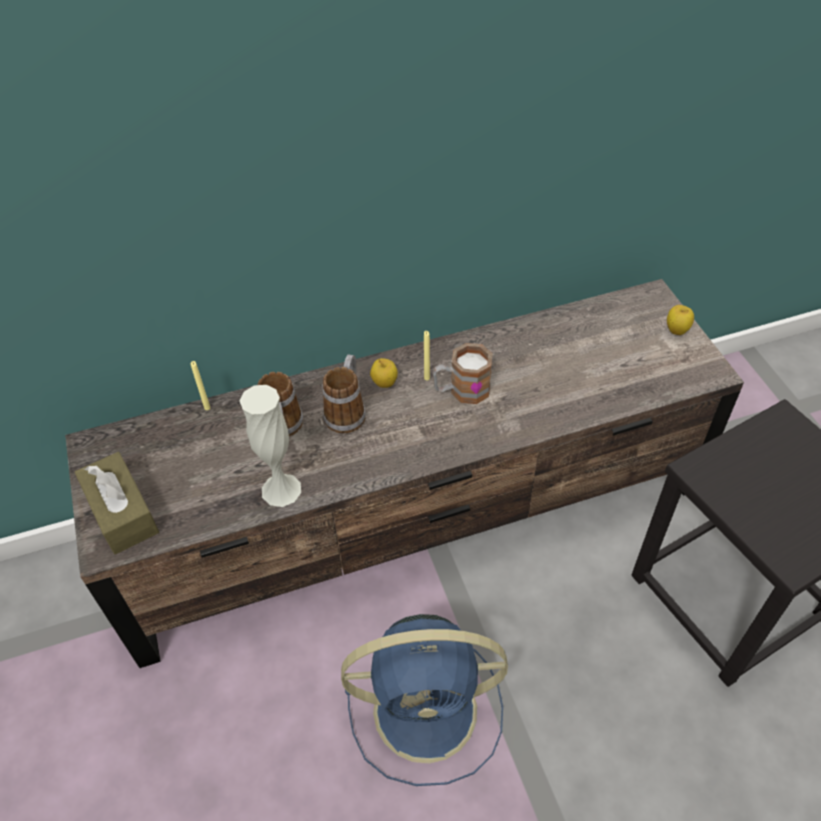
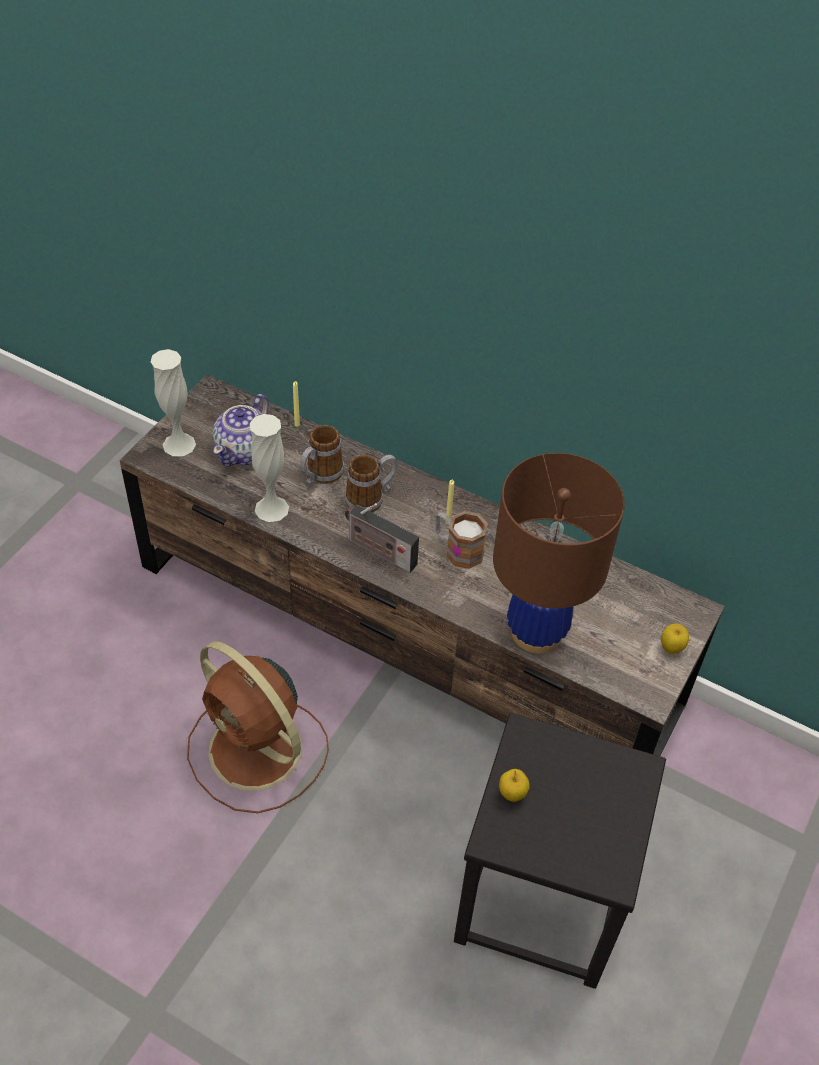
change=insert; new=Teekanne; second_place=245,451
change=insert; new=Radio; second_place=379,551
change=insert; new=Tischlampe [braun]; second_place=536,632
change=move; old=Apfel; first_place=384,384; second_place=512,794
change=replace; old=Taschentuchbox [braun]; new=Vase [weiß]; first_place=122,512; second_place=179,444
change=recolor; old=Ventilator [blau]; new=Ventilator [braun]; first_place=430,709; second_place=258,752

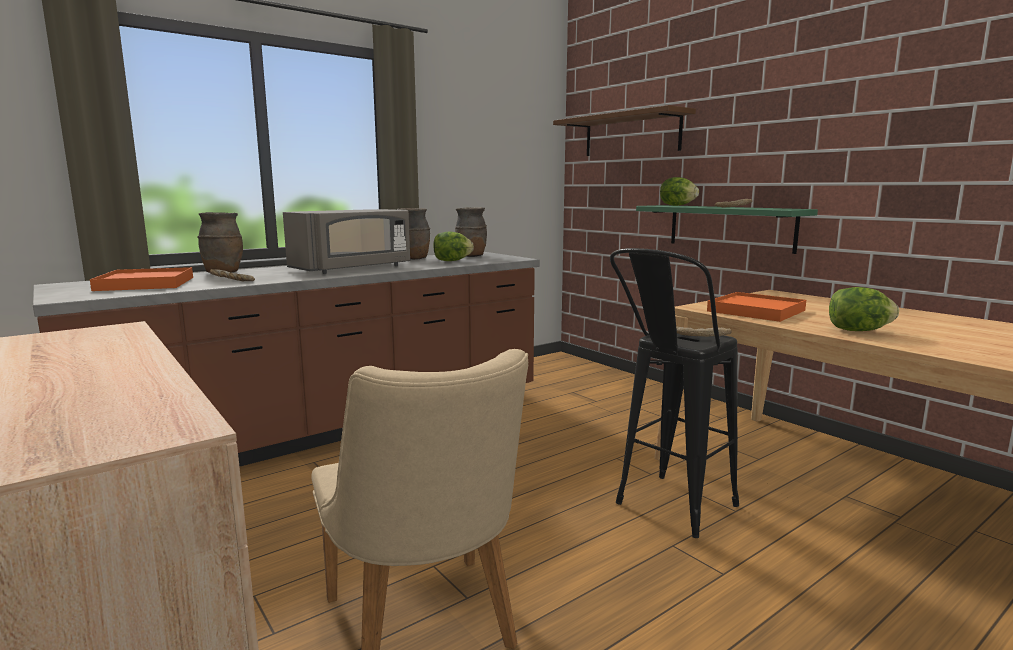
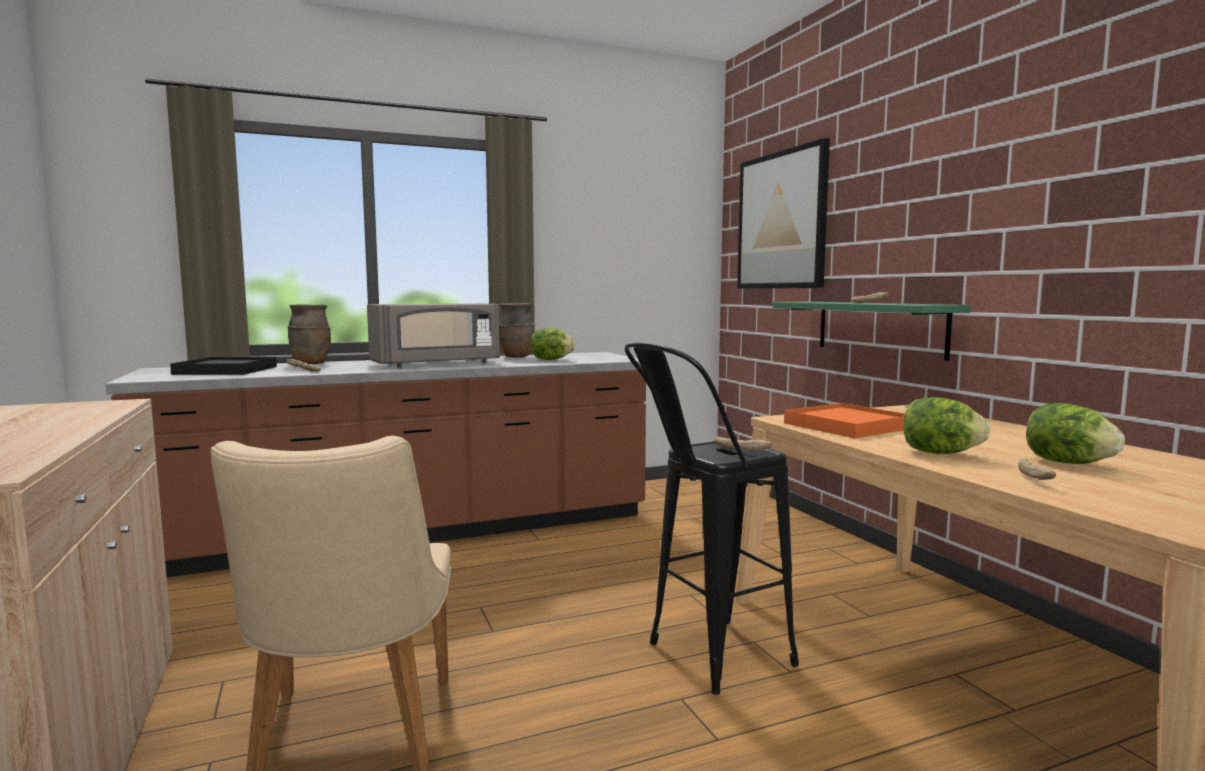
change=delete; old=Vase [braun]; first_place=471,256
change=insert; new=Brot; second_place=1035,478
change=move; old=Salatkopf; first_place=677,205; second_place=1068,463
change=replace; old=Wandregal [braun]; new=Bild; first_place=631,135; second_place=782,221
change=recolor; old=Tablett [orange]; new=Tablett [schwarz]; first_place=145,284; second_place=226,370

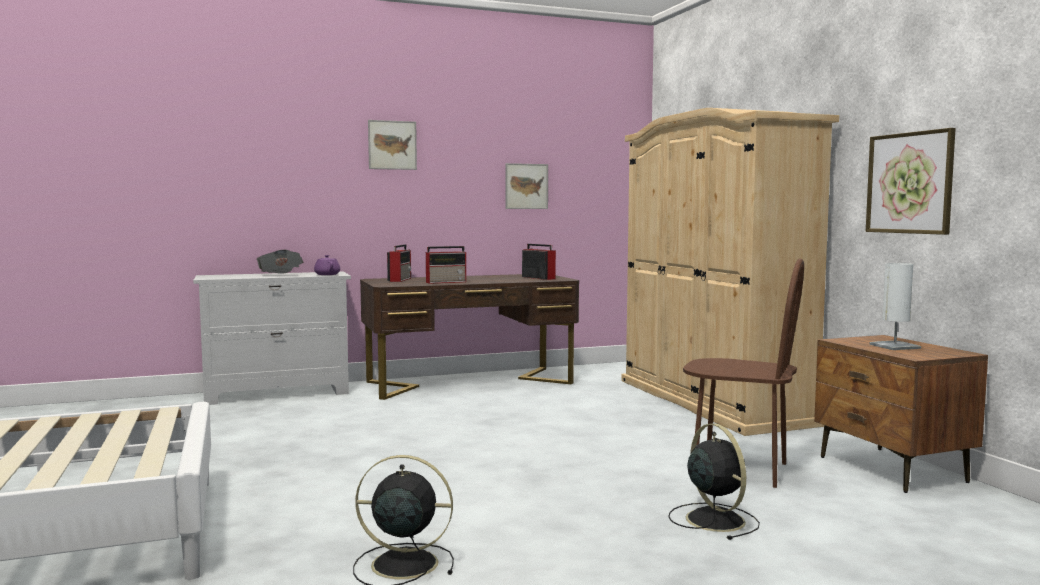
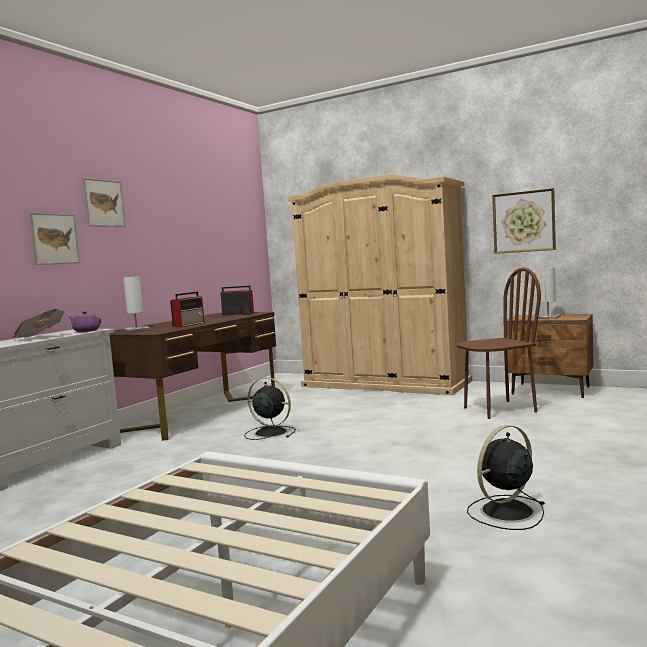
change=move; old=Bild; first_place=526,186; second_place=54,238
change=move; old=Ventilator [schwarz]; first_place=713,519; second_place=269,433
change=replace; old=Radio; new=Tischlampe [weiß]; first_place=400,279; second_place=136,329

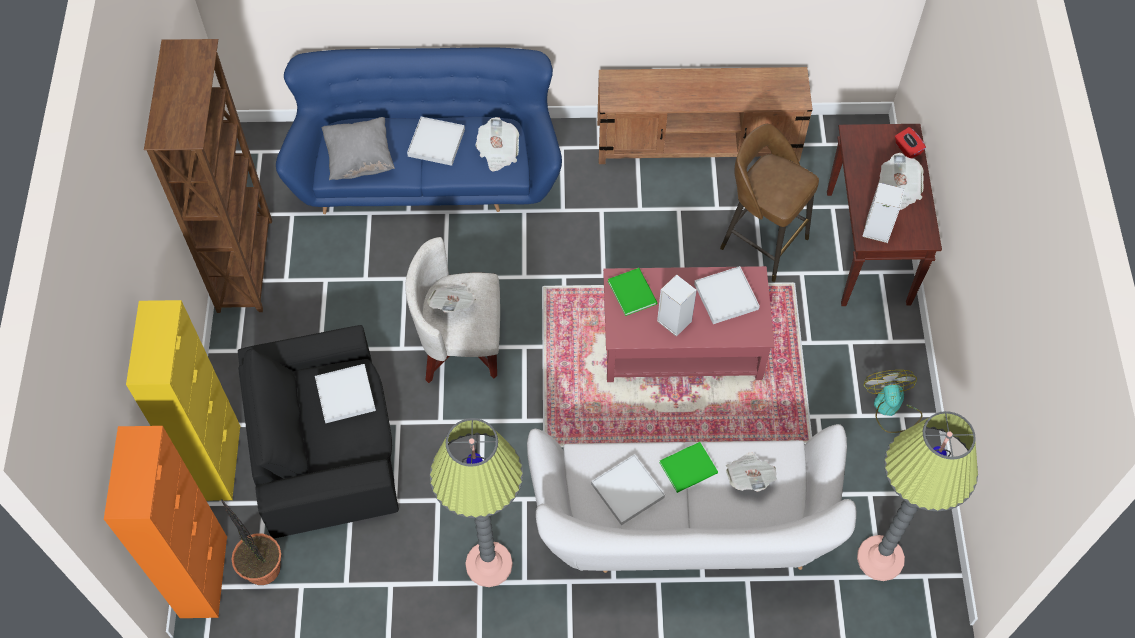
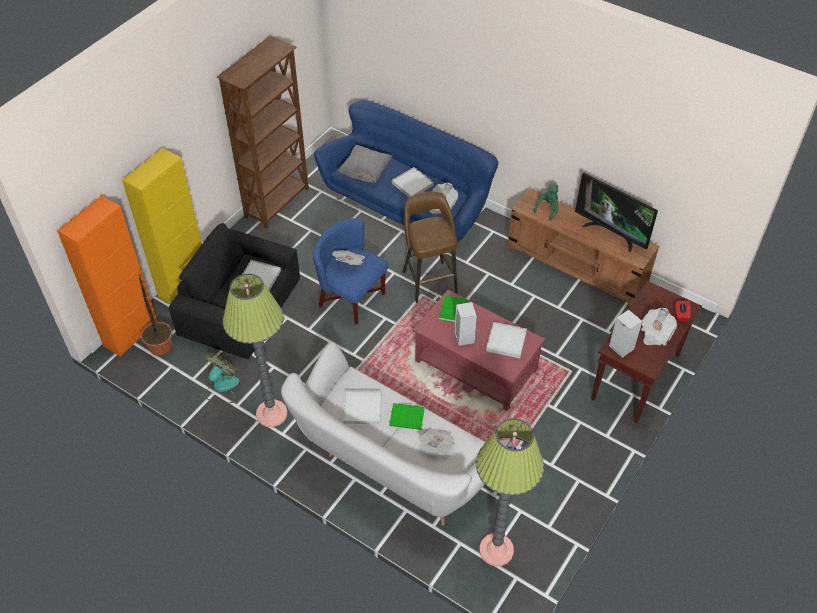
change=insert; new=Plüschtier [grün]; second_place=547,209
change=insert; new=Fernseher; second_place=611,233
change=move; old=Hocker [braun]; first_place=761,241; second_place=429,280
change=move; old=Ventilator; first_place=891,408; second_place=222,388
change=recolor; old=Sessel [weiß]; new=Sessel [blau]; first_place=460,345; second_place=352,298

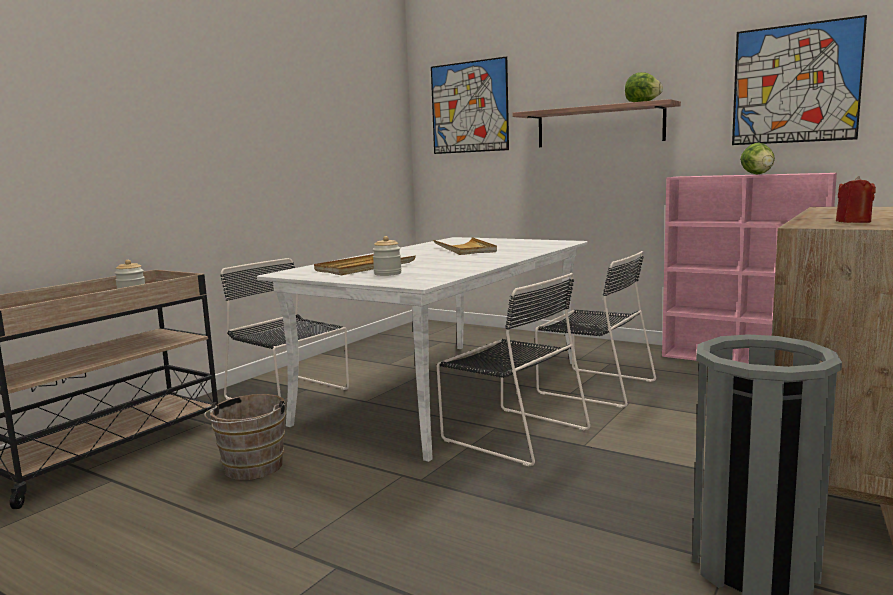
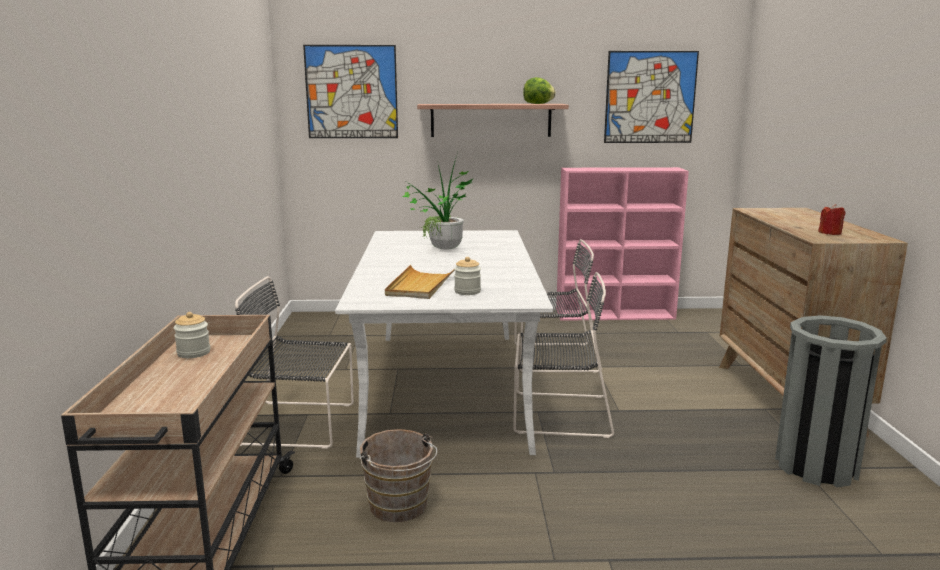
change=delete; old=Salatkopf; first_place=757,174
change=replace; old=Tablett [beige]; new=Topfpflanze; first_place=465,249; second_place=443,250

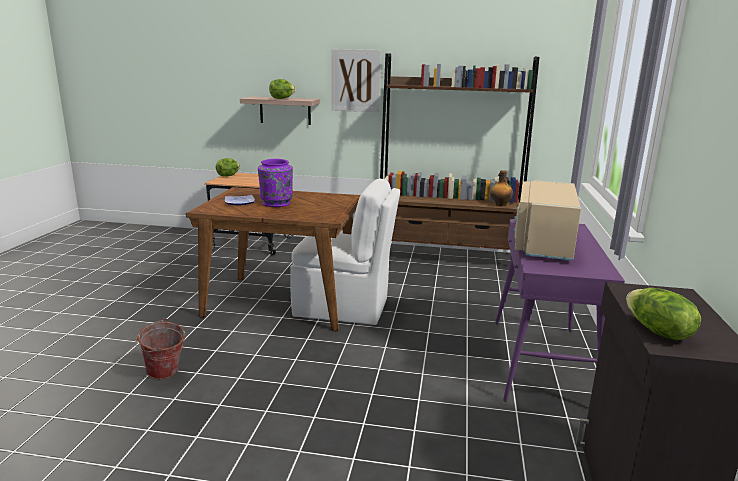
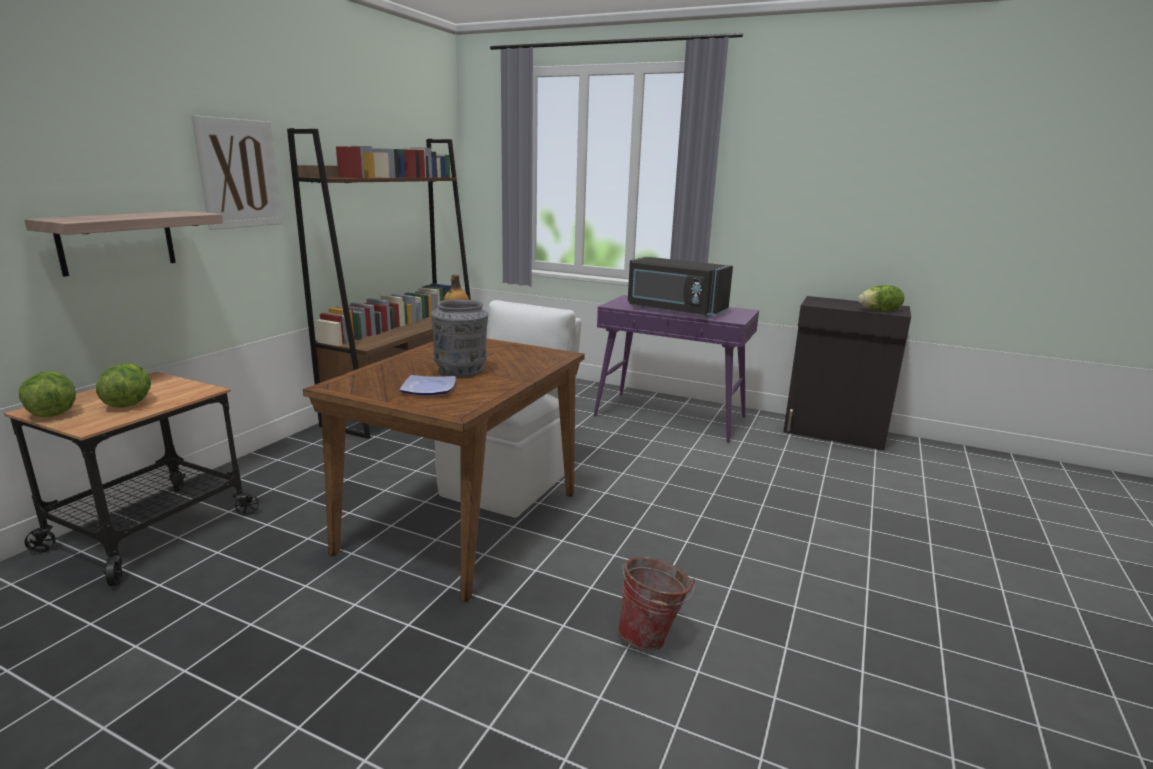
change=move; old=Salatkopf; first_place=281,98; second_place=129,403
change=recolor; old=Vase [lila]; new=Vase [grau]; first_place=276,204; second_place=461,370
change=recolor; old=Mikrowelle [beige]; new=Mikrowelle [schwarz]; first_place=541,243; second_place=674,310

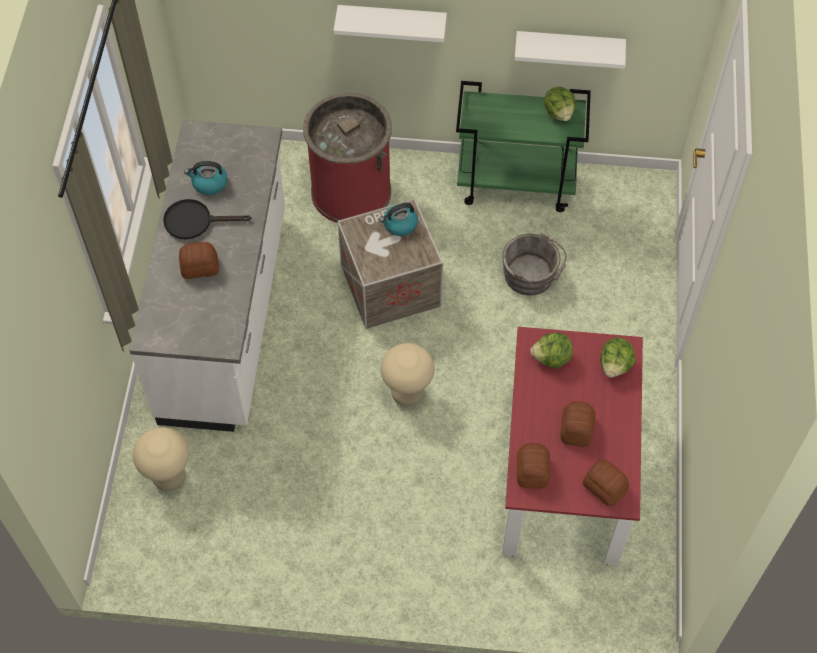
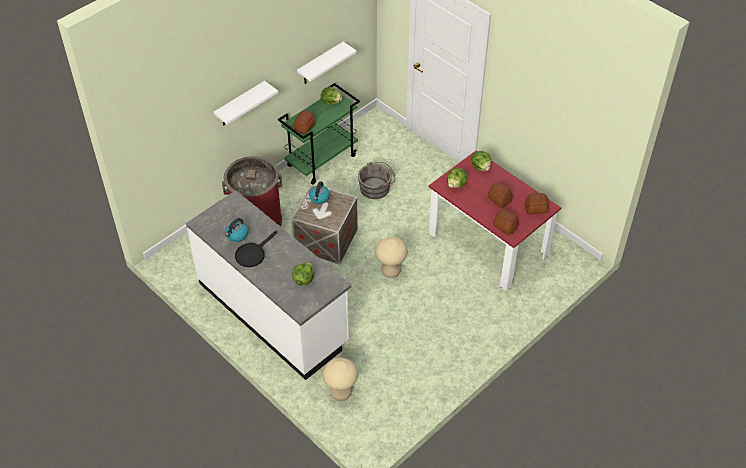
change=insert; new=Salatkopf; second_place=303,279
change=move; old=Brot; first_place=199,266; second_place=304,127

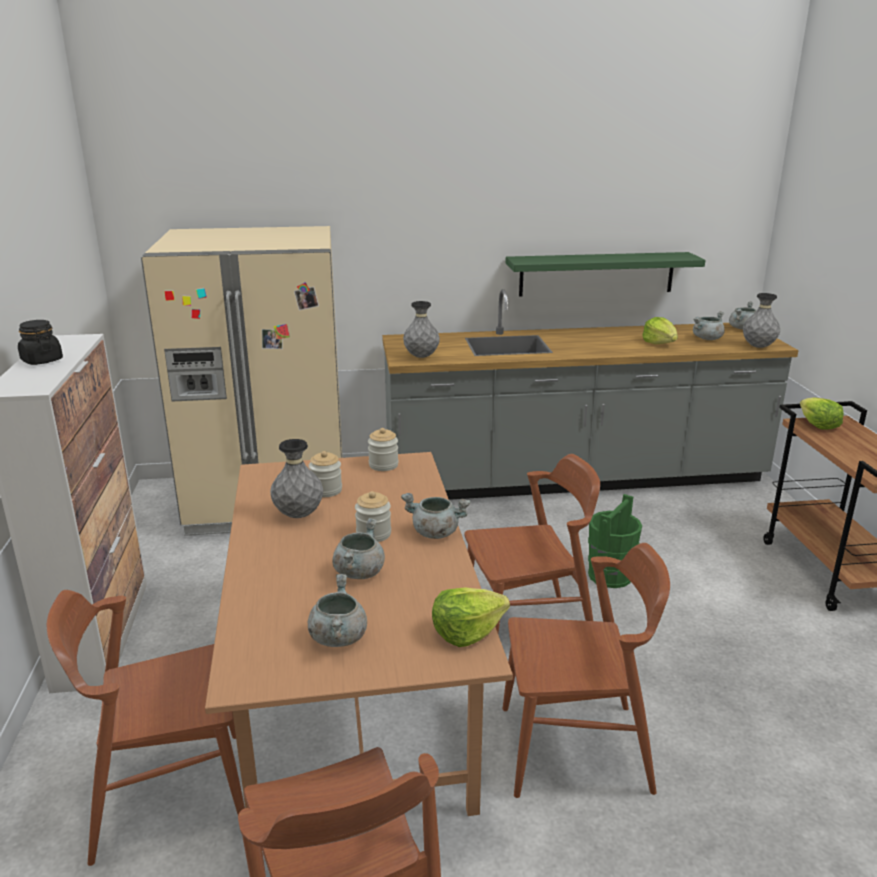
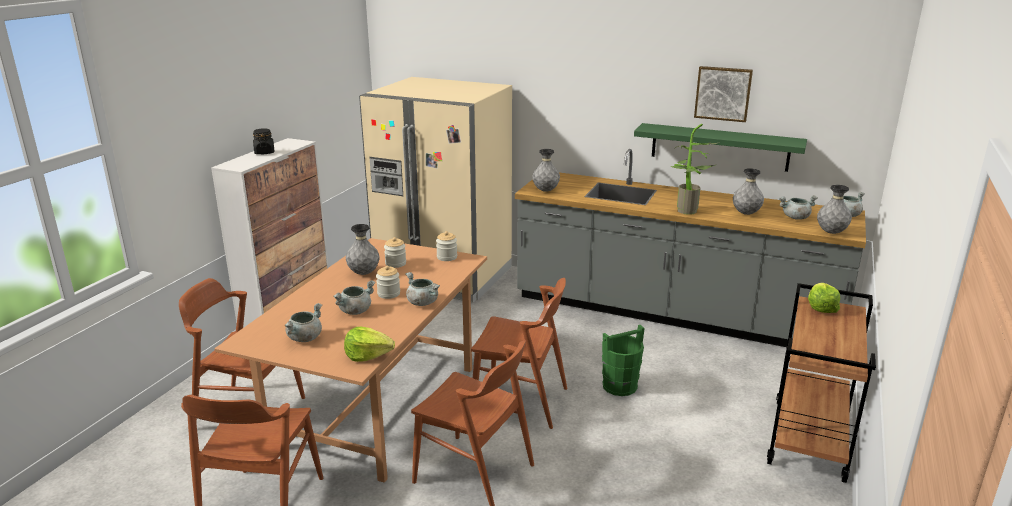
change=insert; new=Topfpflanze; second_place=686,212
change=insert; new=Bild; second_place=723,93
change=replace; old=Salatkopf; new=Vase [grau]; first_place=659,343; second_place=746,213

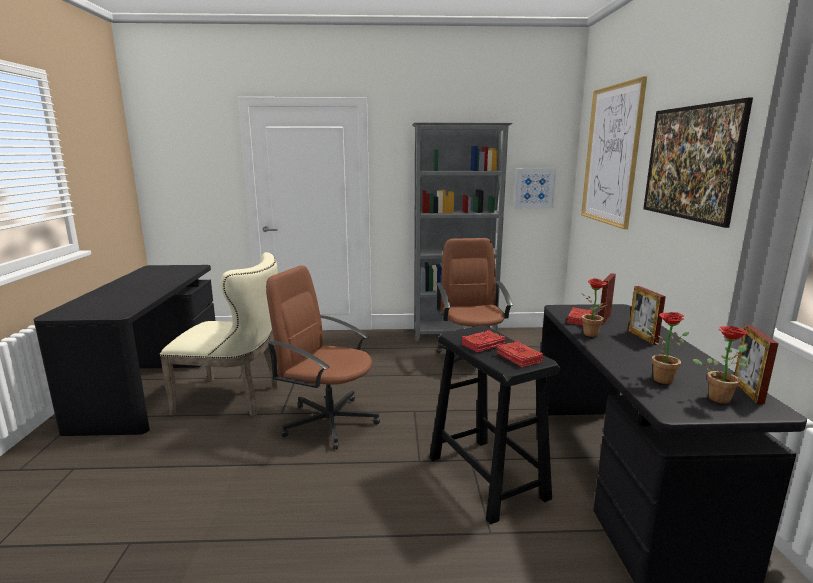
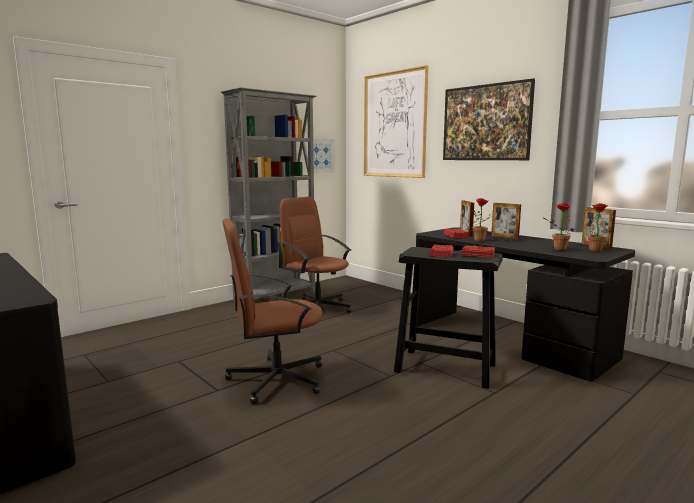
change=delete; old=Stuhl [beige]; first_place=235,398

